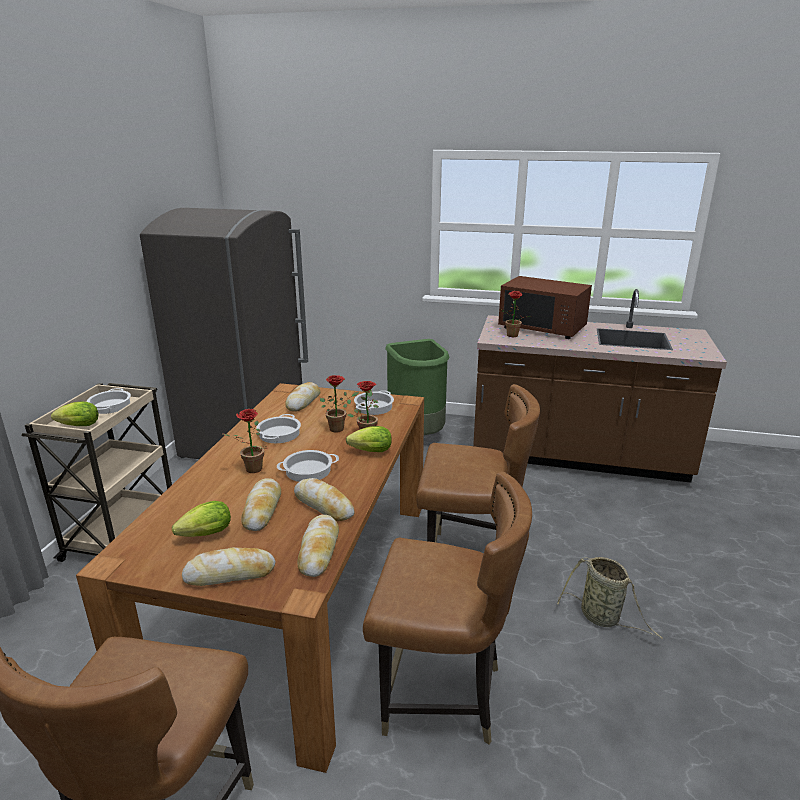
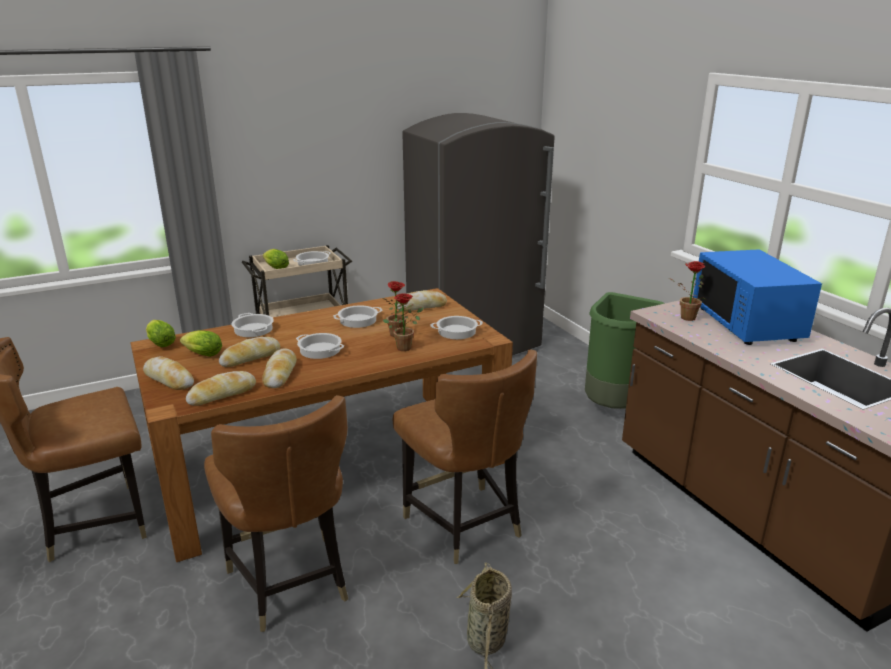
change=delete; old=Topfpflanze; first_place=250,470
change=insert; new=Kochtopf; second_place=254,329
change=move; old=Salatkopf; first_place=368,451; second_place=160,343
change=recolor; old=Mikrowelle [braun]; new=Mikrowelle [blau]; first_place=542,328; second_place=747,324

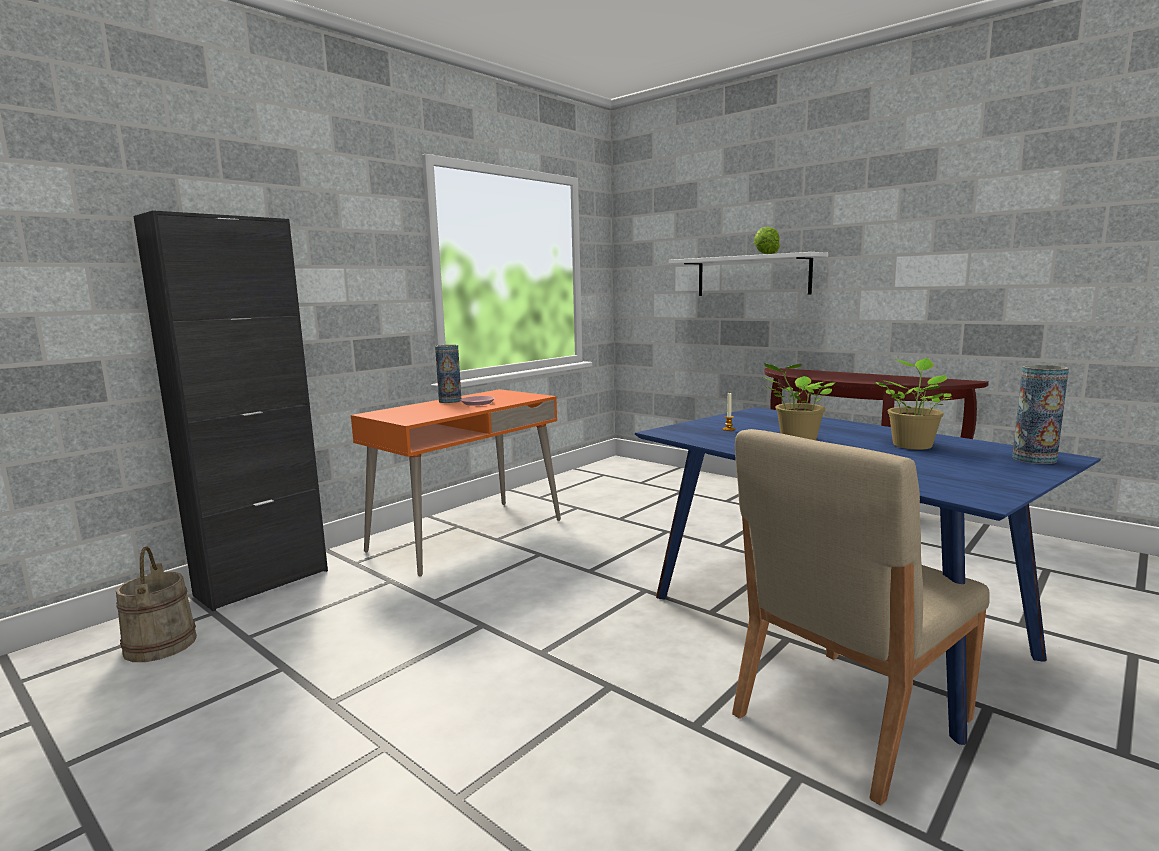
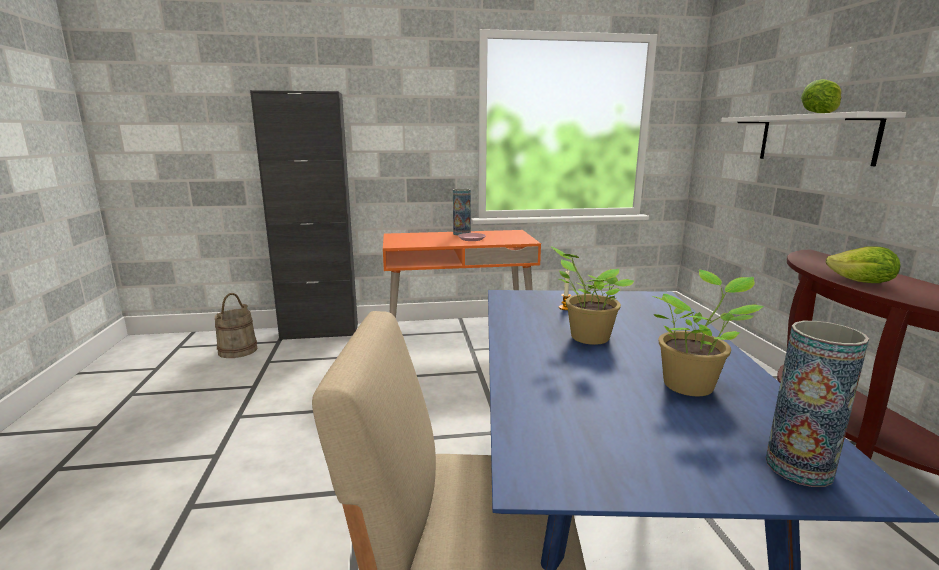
change=insert; new=Salatkopf; second_place=862,282

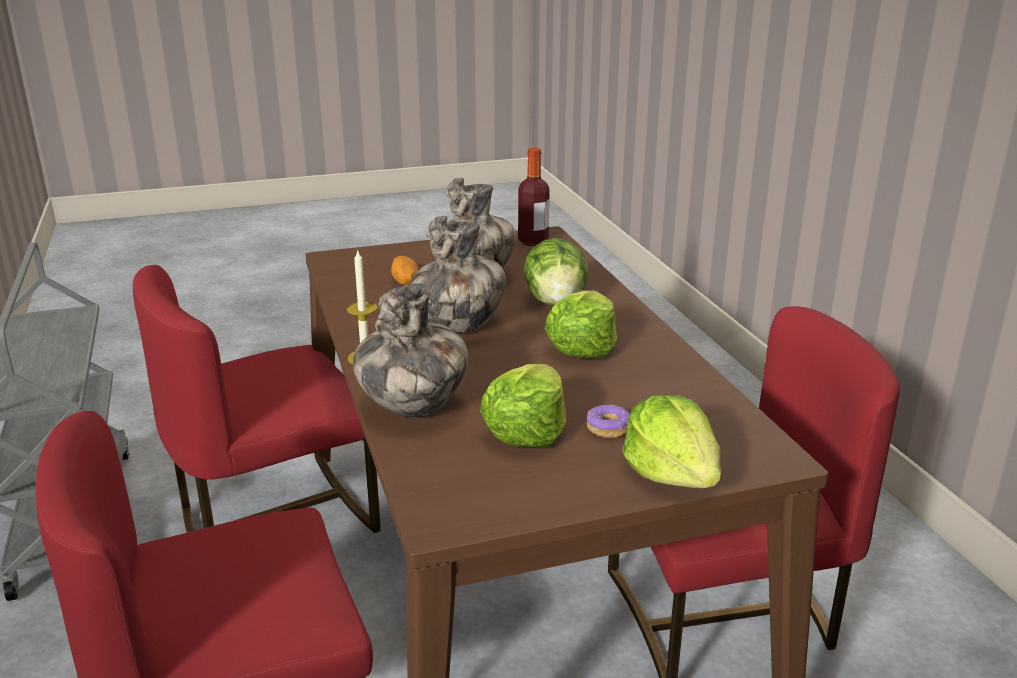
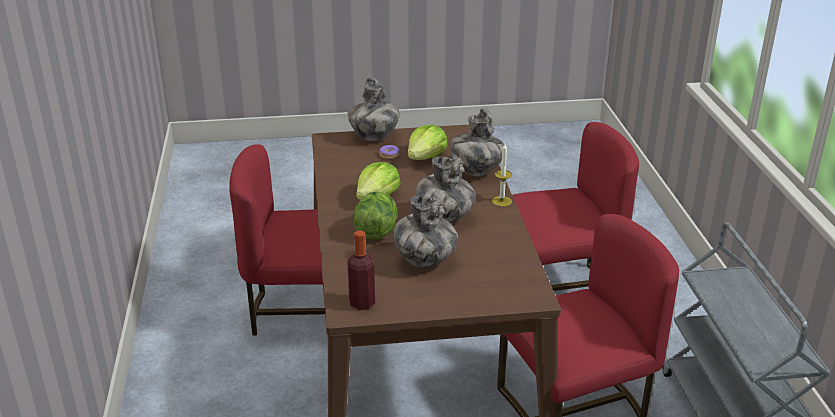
change=delete; old=Kartoffel; first_place=405,281
change=replace; old=Salatkopf; new=Vase; first_place=672,473; second_place=373,137

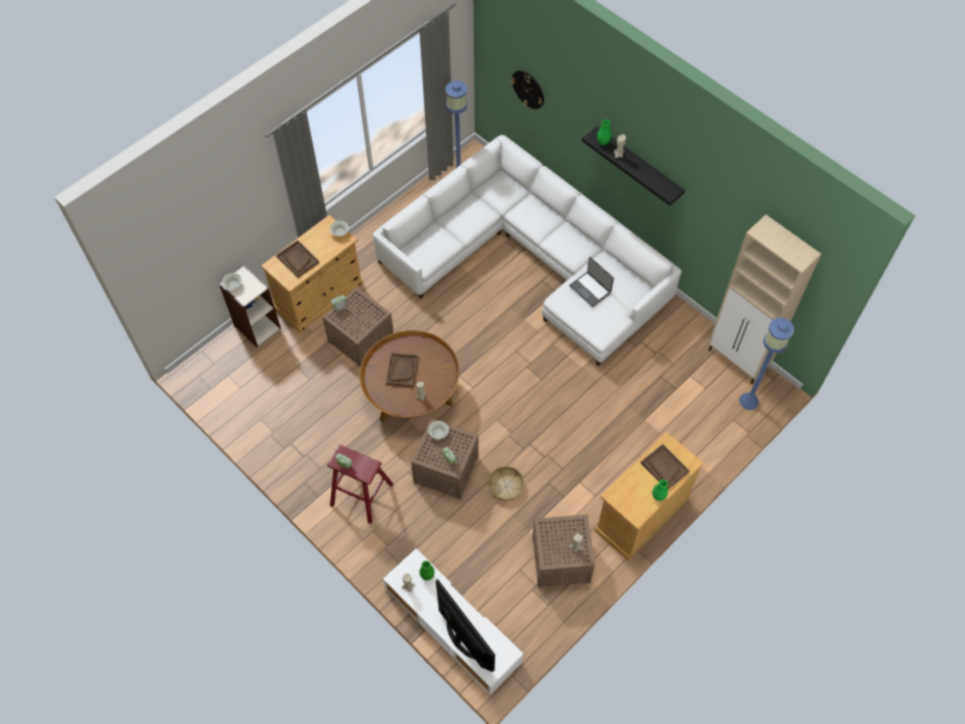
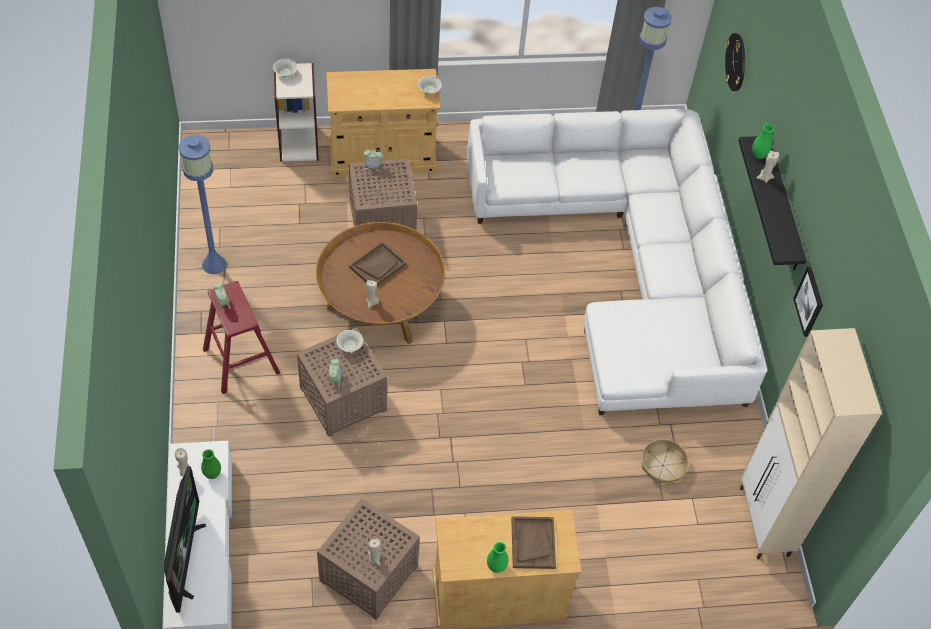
change=delete; old=Tablett [braun]; first_place=297,259
change=delete; old=Laptop; first_place=590,289
change=insert; new=Bild; second_place=809,301
change=move; old=Korb; first_place=506,486; second_place=663,465
change=move; old=Stehlampe [blau]; first_place=748,401; second_place=214,264

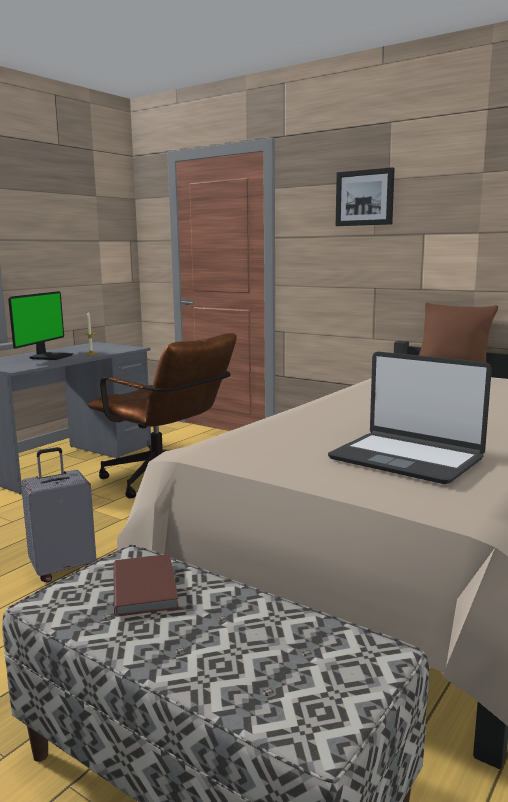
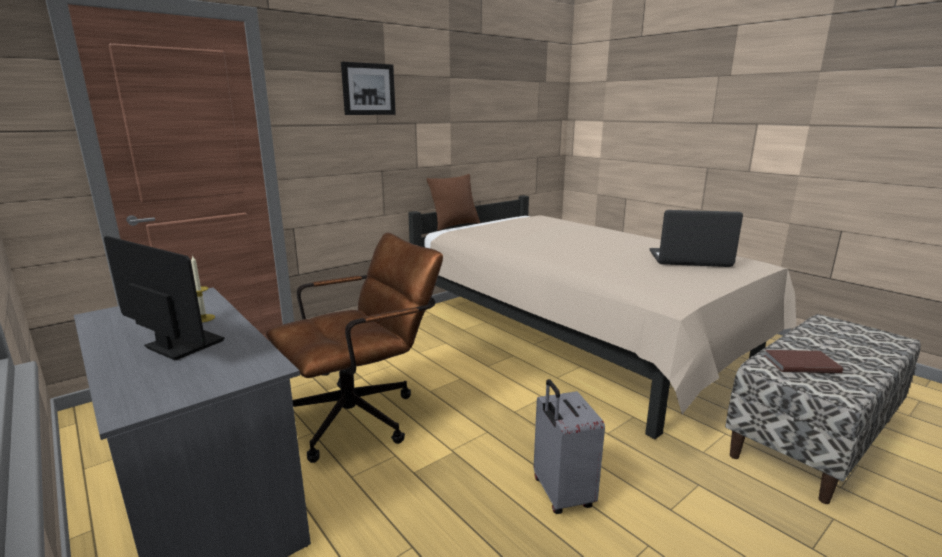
change=rotate; old=Laptop; first_place=406,459; second_place=689,259; degrees=-135

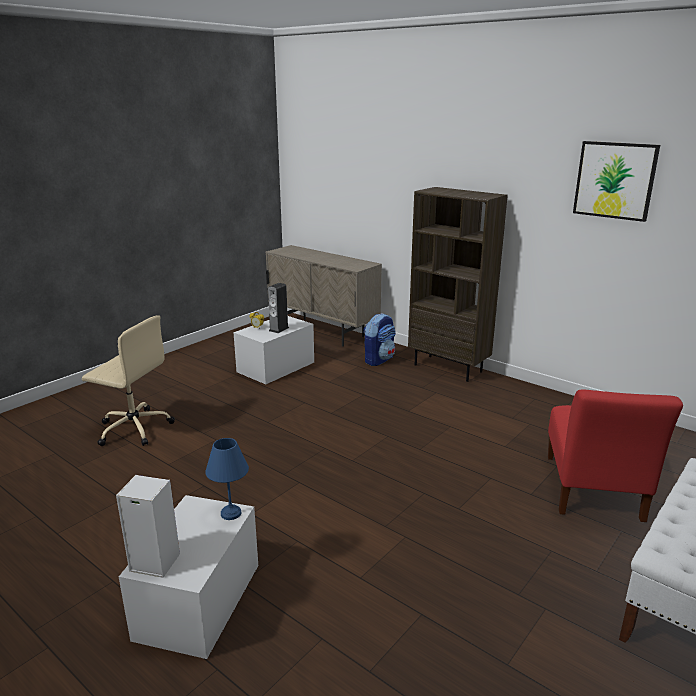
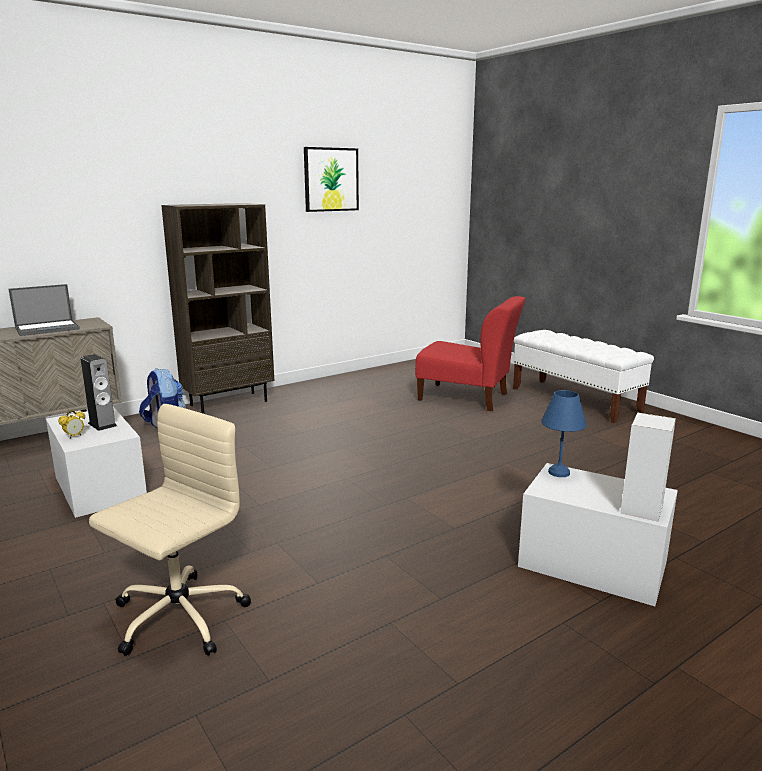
change=insert; new=Laptop; second_place=48,328

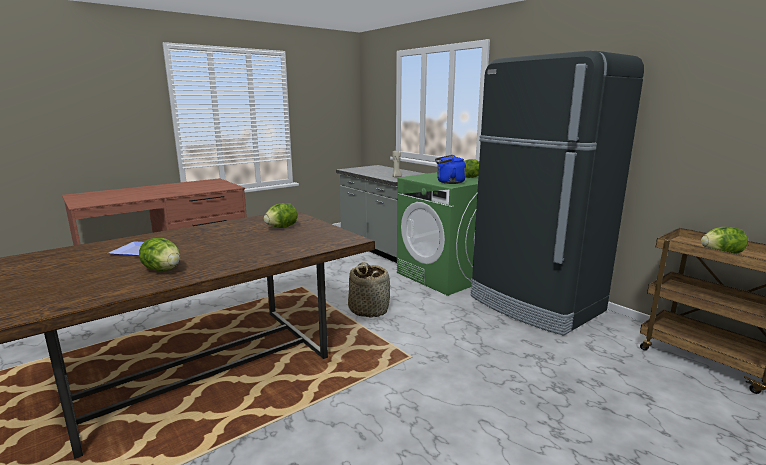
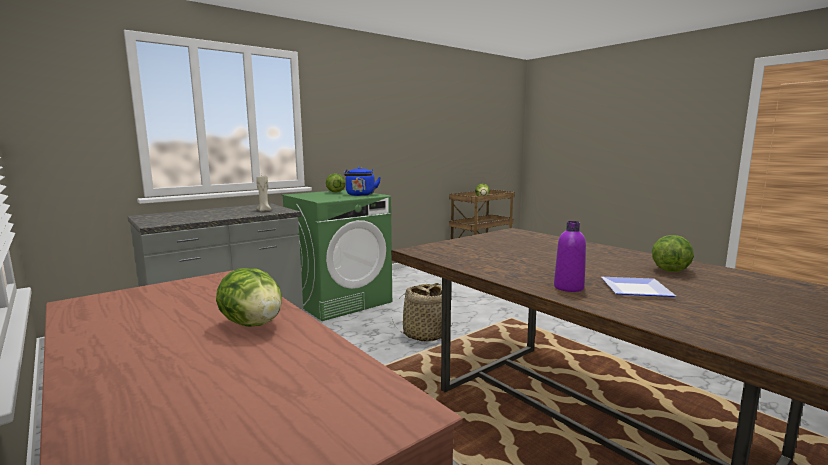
change=delete; old=Kühlschrank [schwarz]; first_place=535,304
change=insert; new=Flasche [lila]; second_place=568,287
change=move; old=Salatkopf; first_place=281,227; second_place=253,324

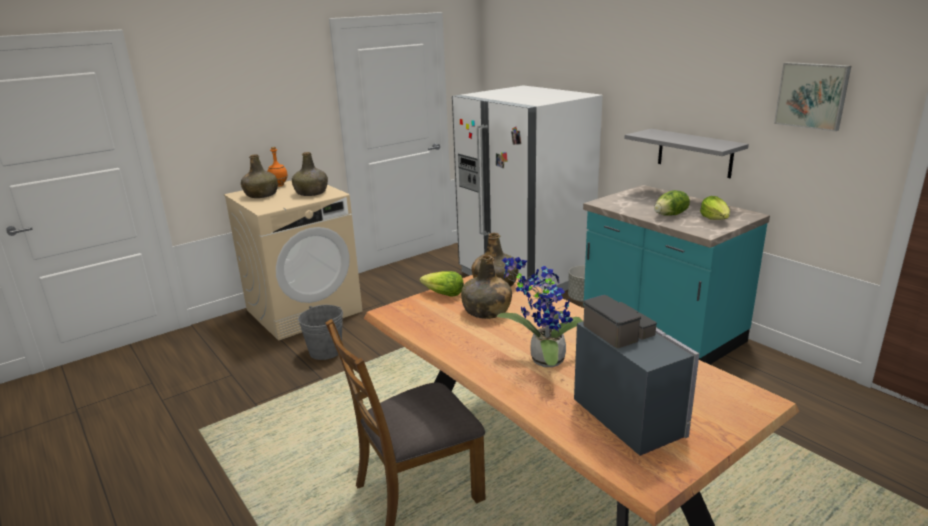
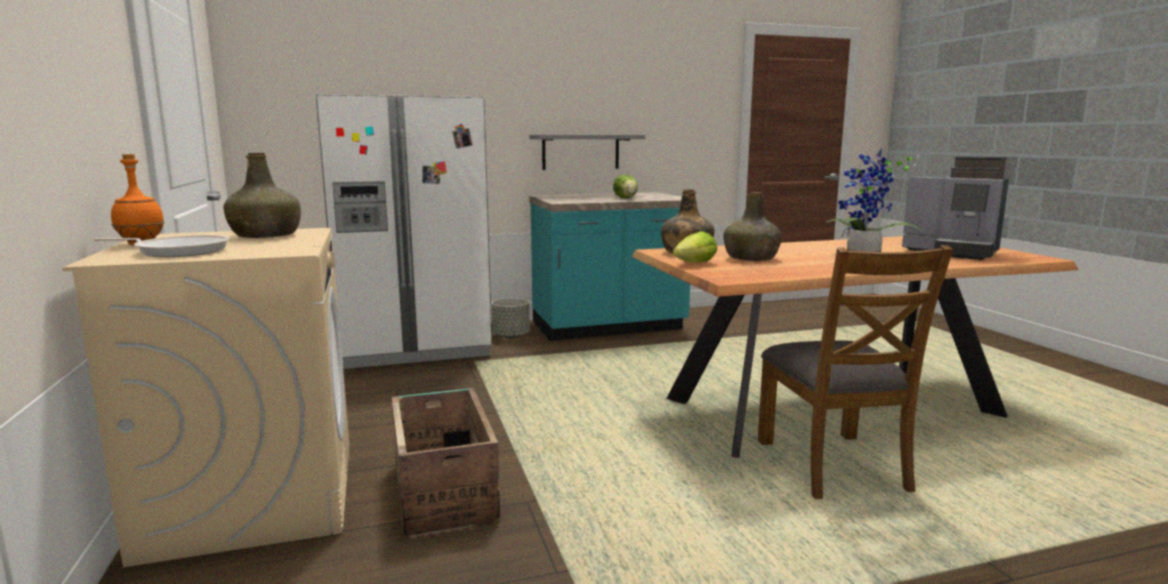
change=delete; old=Salatkopf; first_place=715,219
change=delete; old=Bild; first_place=812,95
change=replace; old=Flasche [grün]; new=Pfanne; first_place=261,195; second_place=178,251
change=replace; old=Eimer [grau]; new=Kiste; first_place=325,351; second_place=445,489
change=rotate; old=Kaffeemaschine; first_place=630,415; second_place=953,252; degrees=-135

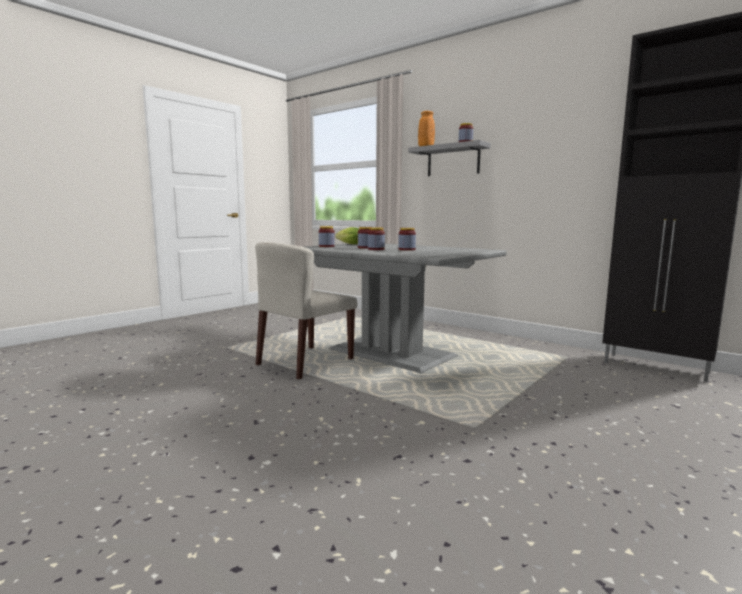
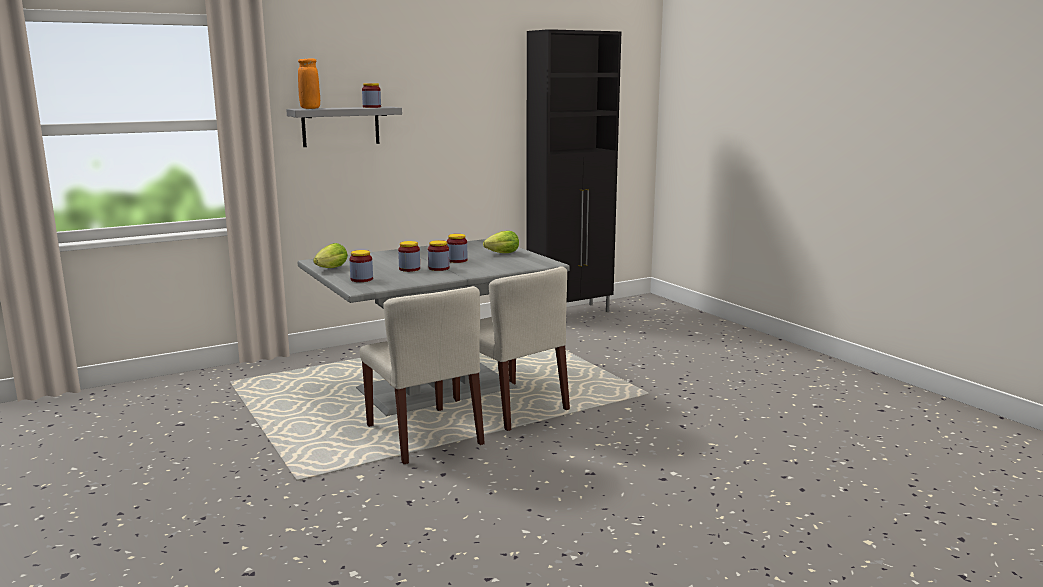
change=insert; new=Stuhl [beige]; second_place=511,406
change=insert; new=Salatkopf; second_place=500,253

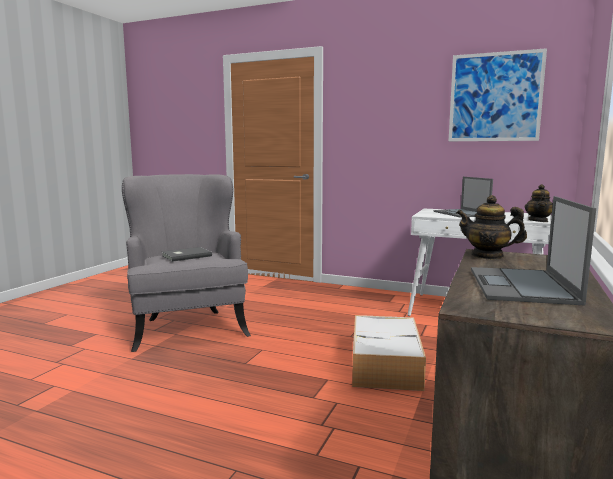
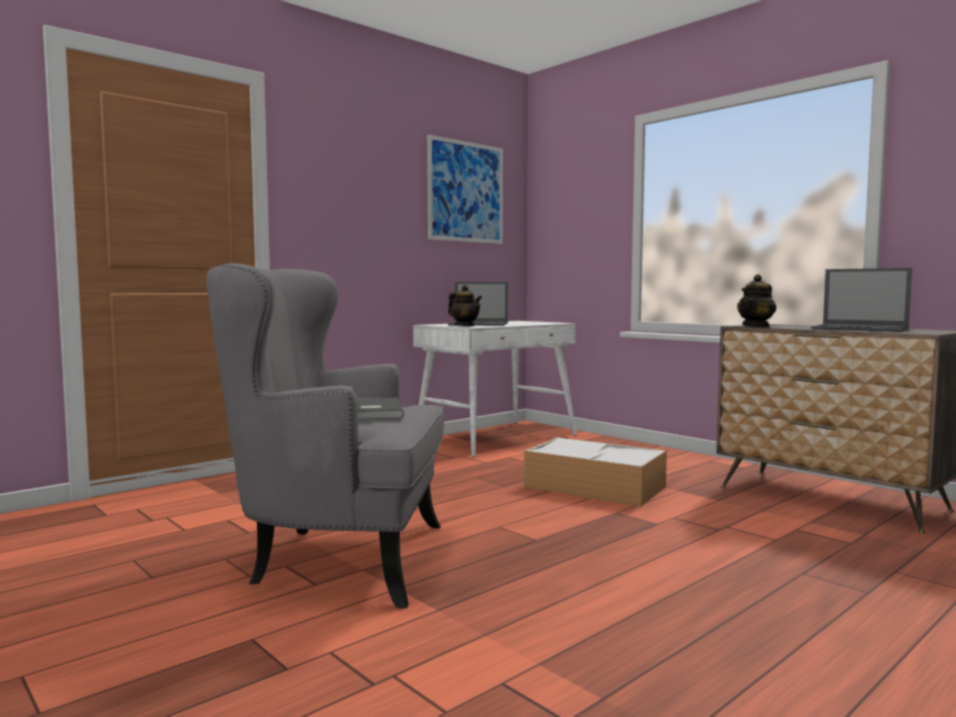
change=move; old=Teekanne; first_place=538,221; second_place=465,326

